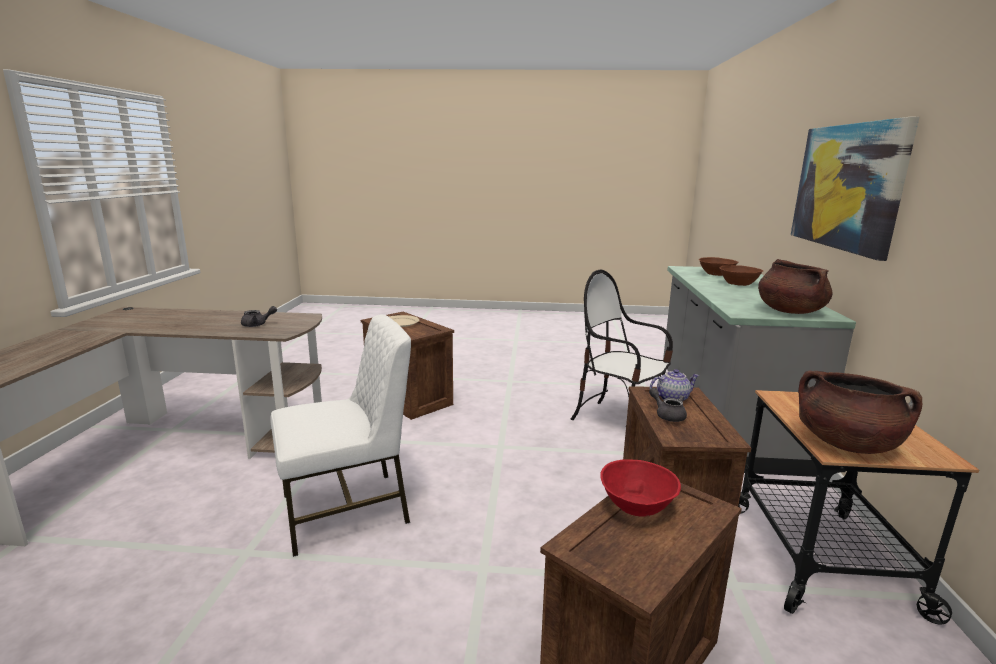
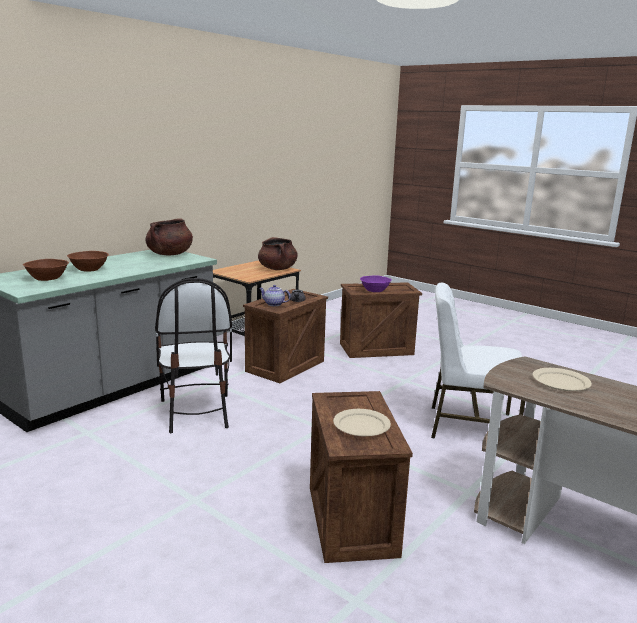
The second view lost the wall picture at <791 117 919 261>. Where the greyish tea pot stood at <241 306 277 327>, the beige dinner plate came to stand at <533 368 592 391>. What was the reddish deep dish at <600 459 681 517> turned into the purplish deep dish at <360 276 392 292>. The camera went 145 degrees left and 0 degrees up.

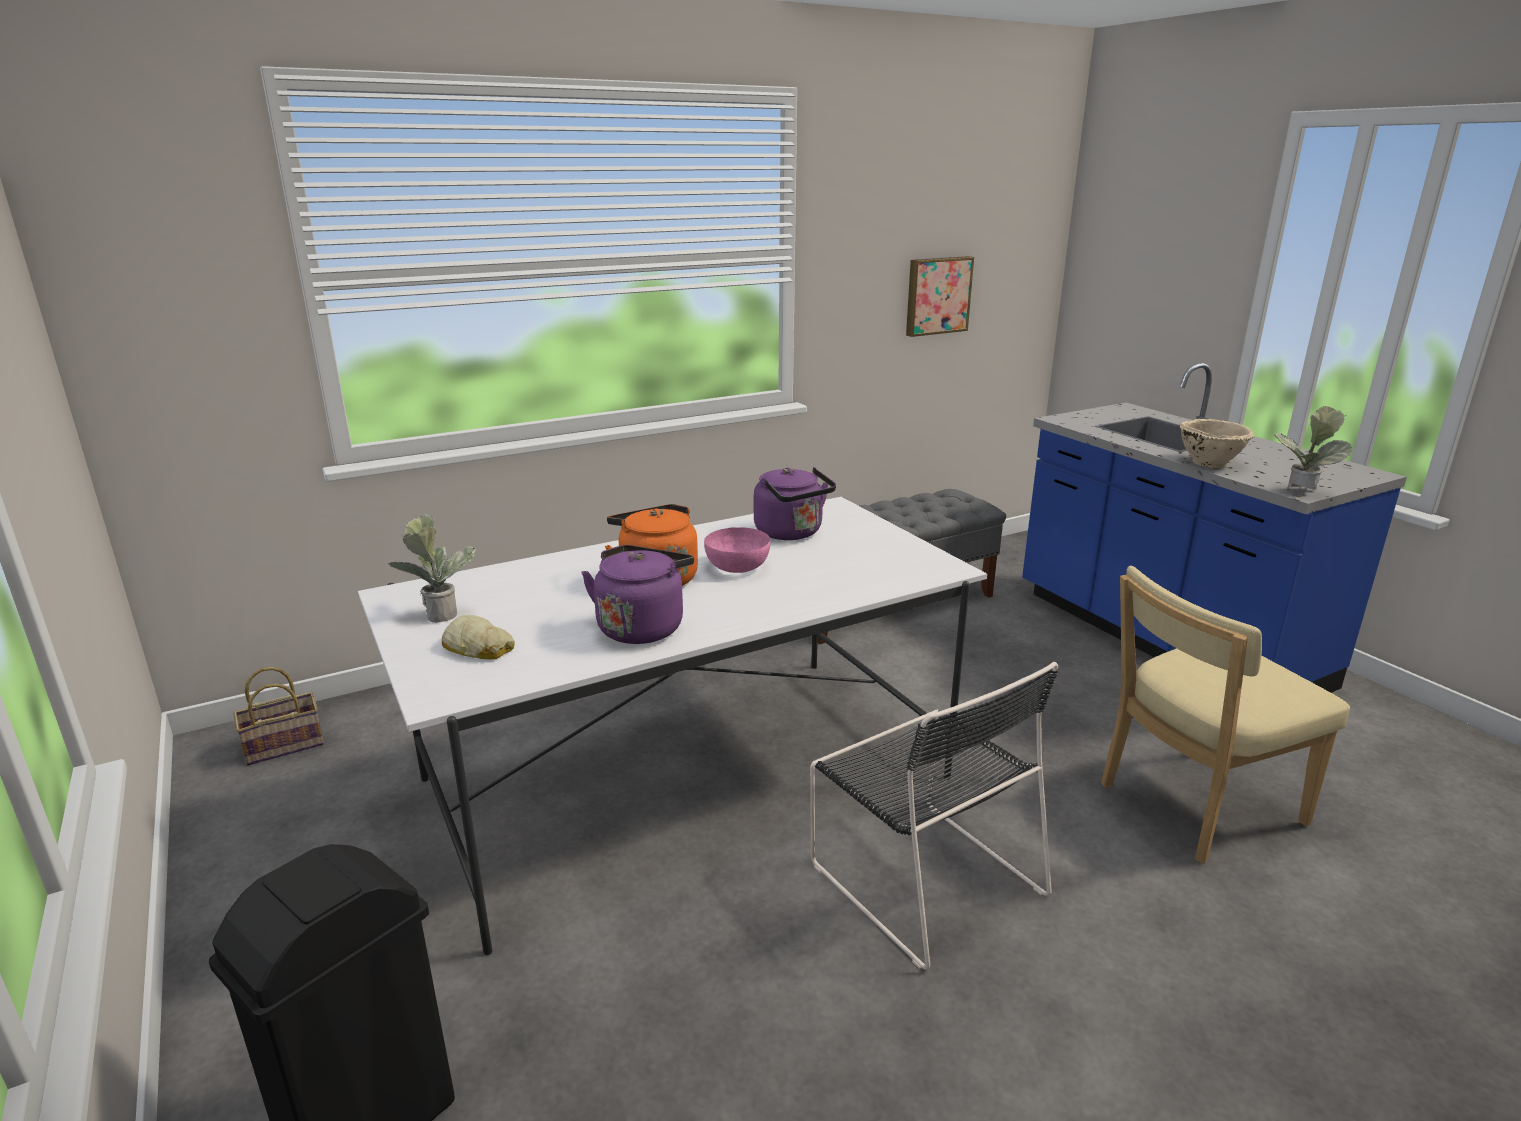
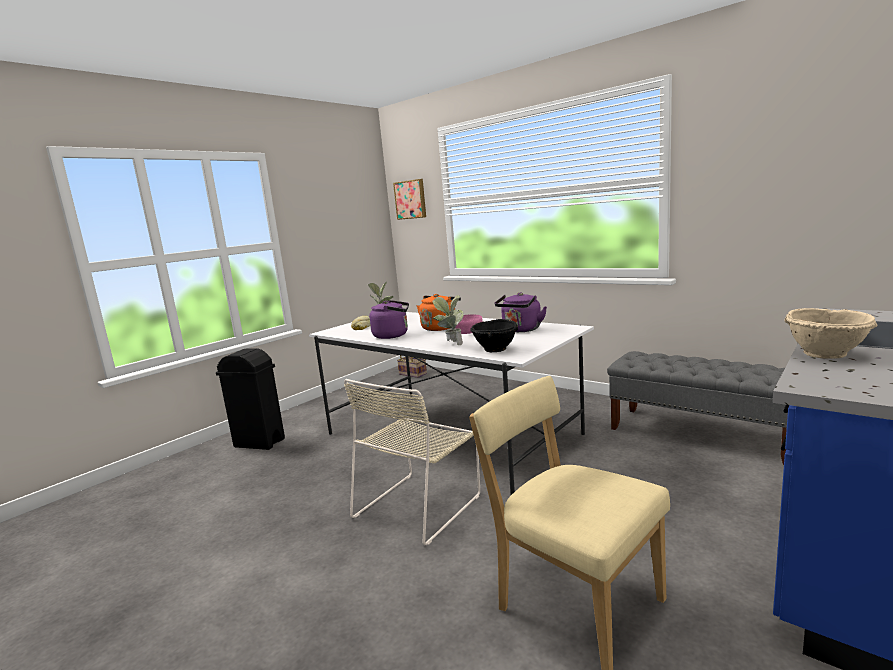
The wall picture ended up elsewhere, having gone from <906 256 974 337> to <393 179 426 220>. The houseplant ended up elsewhere, having gone from <1274 406 1352 490> to <432 295 464 345>. What was the blackish upright chair at <810 662 1058 970> turned into the beige upright chair at <344 379 480 545>. The second view gained the blackish deep dish at <470 319 518 352>. The camera went 70 degrees right and 10 degrees down.

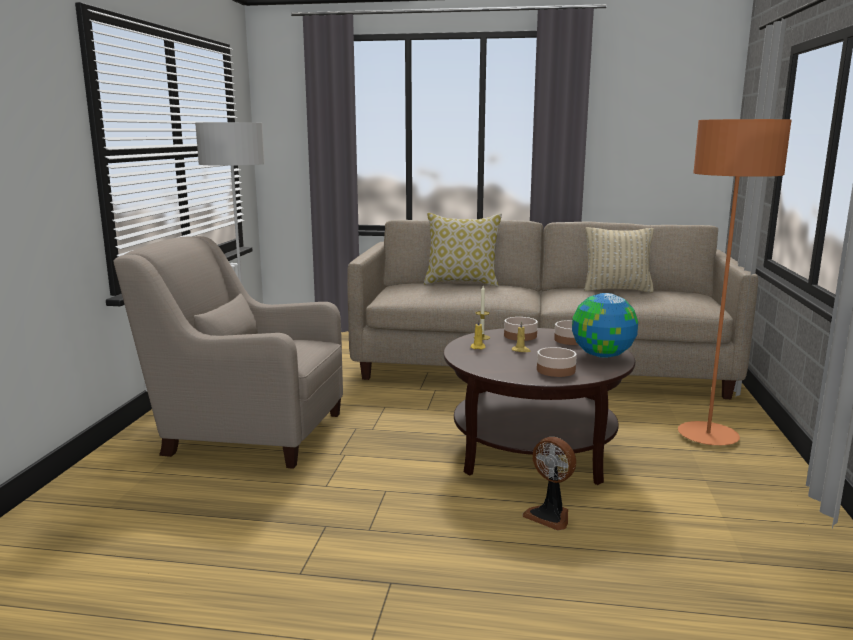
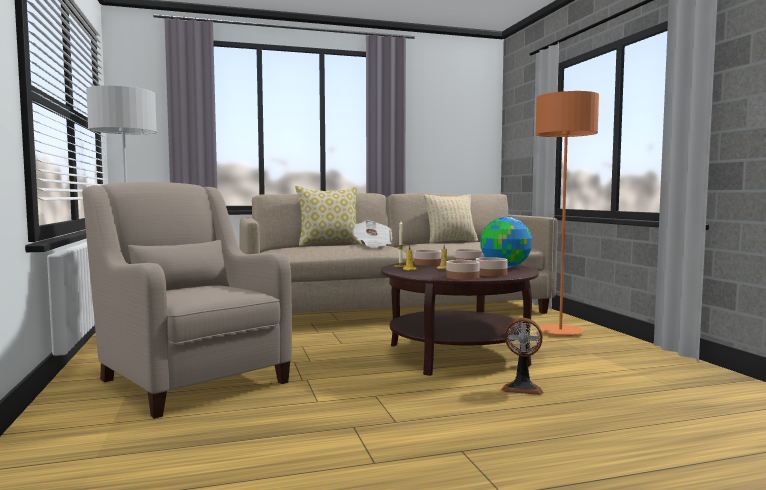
The beige armchair at <113 236 343 469> ended up facing another way, 60 degrees clockwise from before. The second view gained the printed paper at <353 221 392 248>. The second view gained the deep dish at <446 260 480 280>. The camera went 25 degrees left and 10 degrees down.

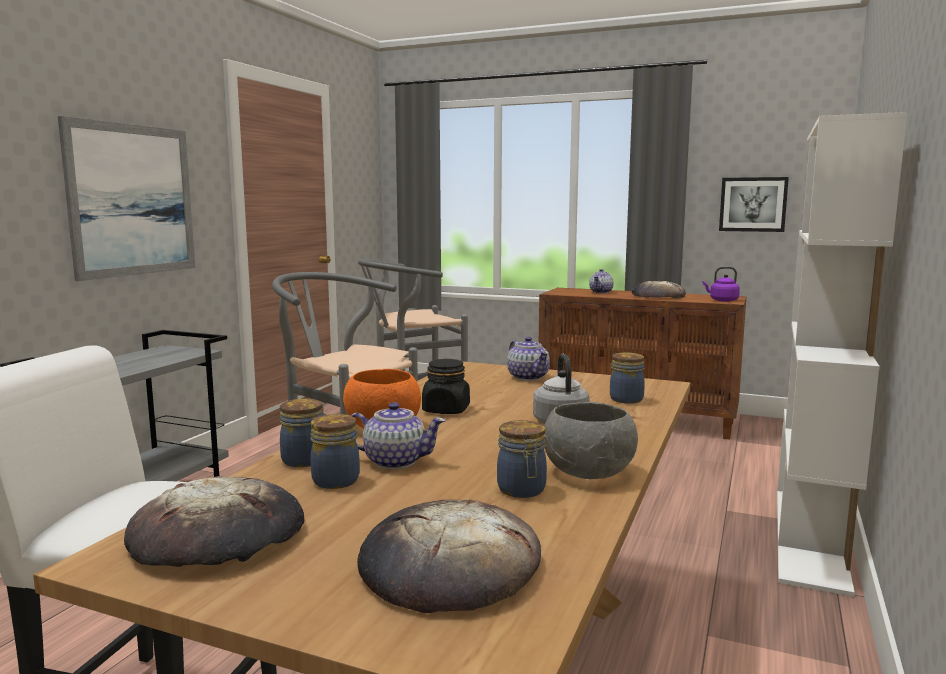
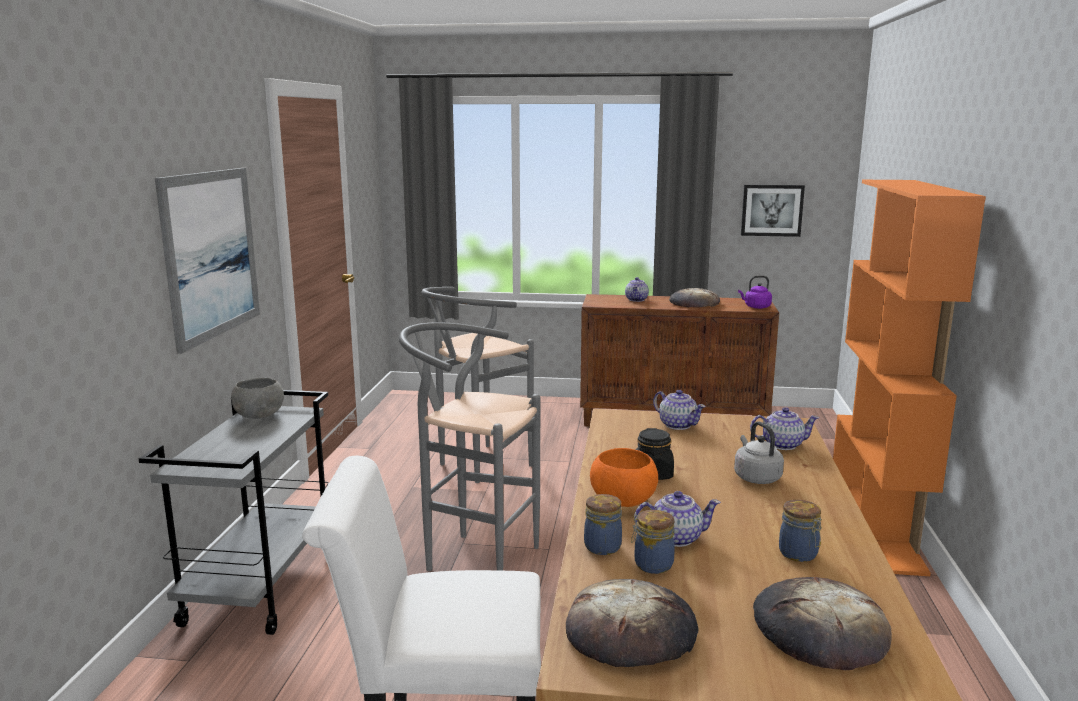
What was the white-coloured shelving unit at <777 112 907 597> turned into the orange-coloured shelving unit at <833 180 986 576>. Where the storage jar stood at <610 352 645 404>, the tea pot came to stand at <750 407 819 450>. The greyish deep dish ended up elsewhere, having gone from <544 402 638 479> to <231 377 284 419>. The camera went 15 degrees left and 5 degrees up.

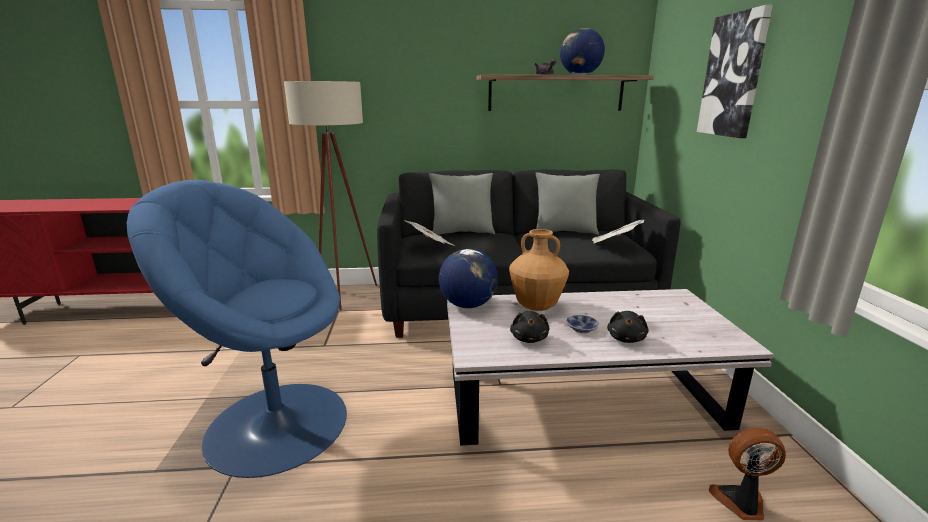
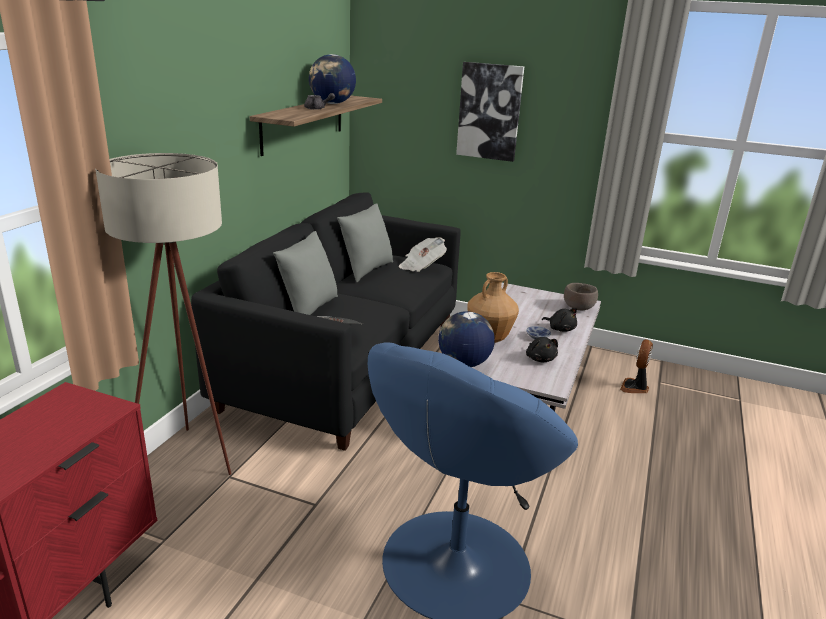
The blackish cuddly toy at <510 311 549 343> ended up facing another way, 45 degrees clockwise from before. The second view gained the brownish deep dish at <564 283 598 310>. The camera went 65 degrees left and 5 degrees up.

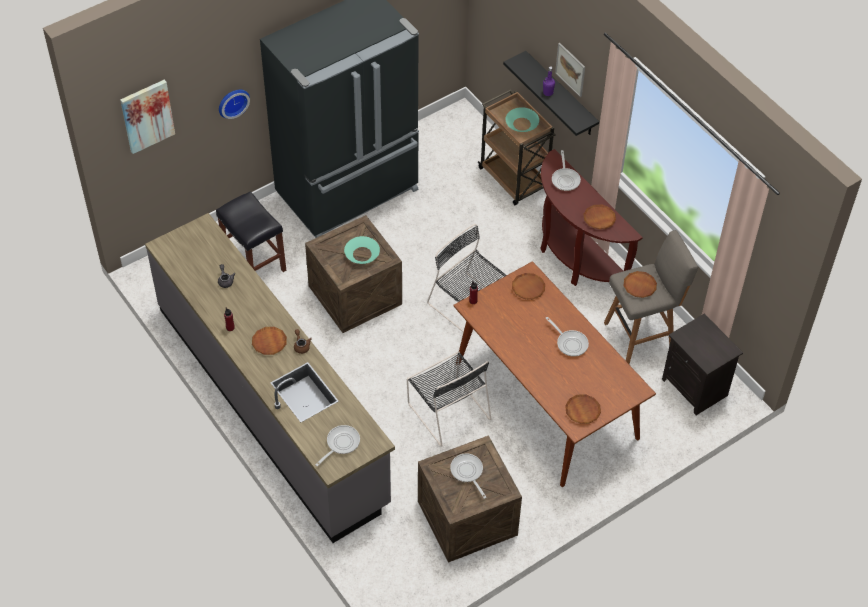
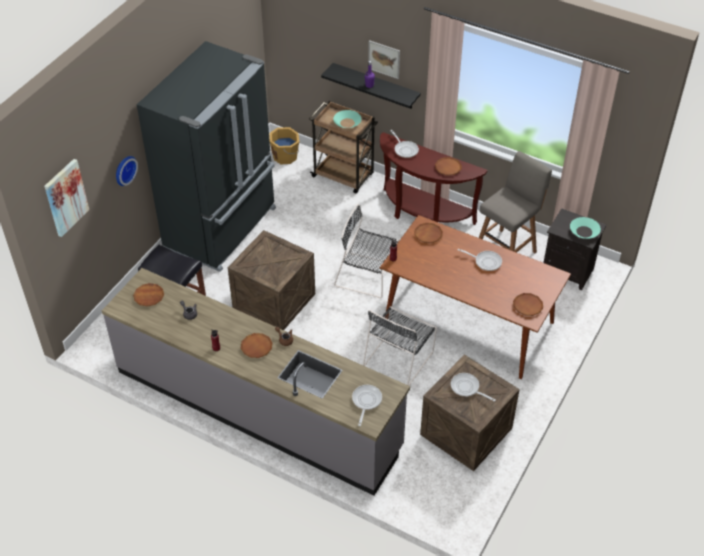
The blue-green deep dish ended up elsewhere, having gone from <344 236 380 264> to <570 217 601 239>. The brownish dinner plate ended up elsewhere, having gone from <623 271 657 298> to <133 283 164 307>. The blackish upright chair at <407 351 491 447> ended up facing another way, 90 degrees clockwise from before. The second view gained the orange-coloured water bucket at <269 127 299 165>. The camera went 25 degrees left and 5 degrees down.

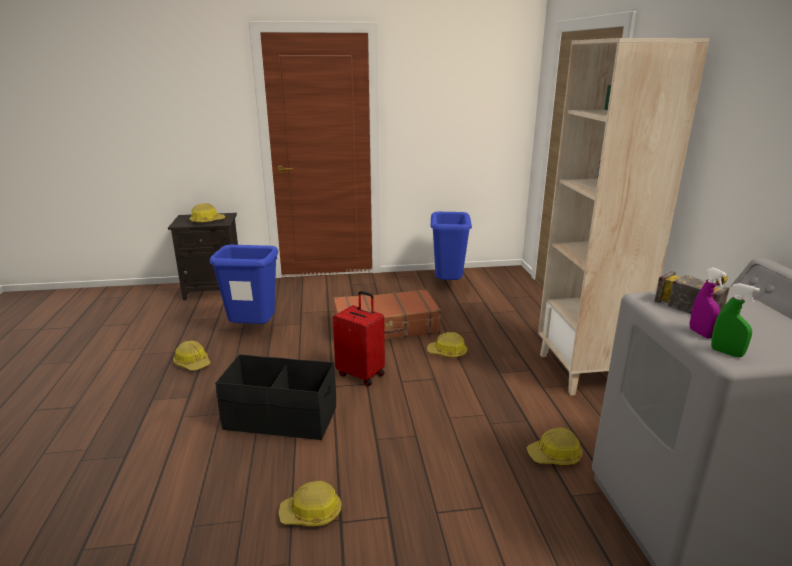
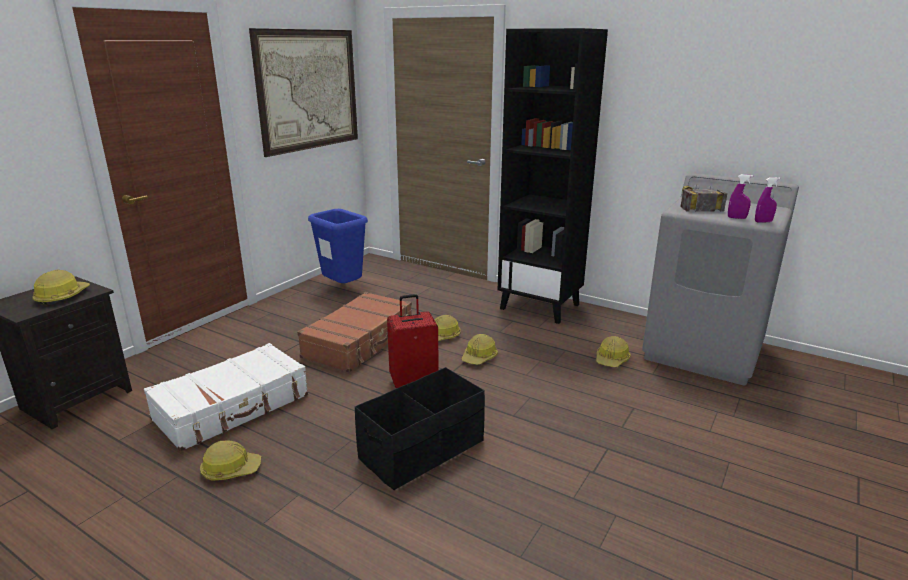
What was the beige shelving unit at <538 38 710 395> turned into the blackish shelving unit at <498 28 608 324>. Where the blue-coloured rubbish bin stood at <210 245 278 324>, the white-coloured suitcase came to stand at <144 343 308 452>. What was the greenish hand sprayer at <711 283 760 357> turned into the purplish hand sprayer at <755 177 780 222>. The work helmet ended up elsewhere, having gone from <279 481 342 526> to <462 334 498 365>. The second view gained the wall picture at <249 28 358 157>. The camera went 50 degrees left and 0 degrees up.

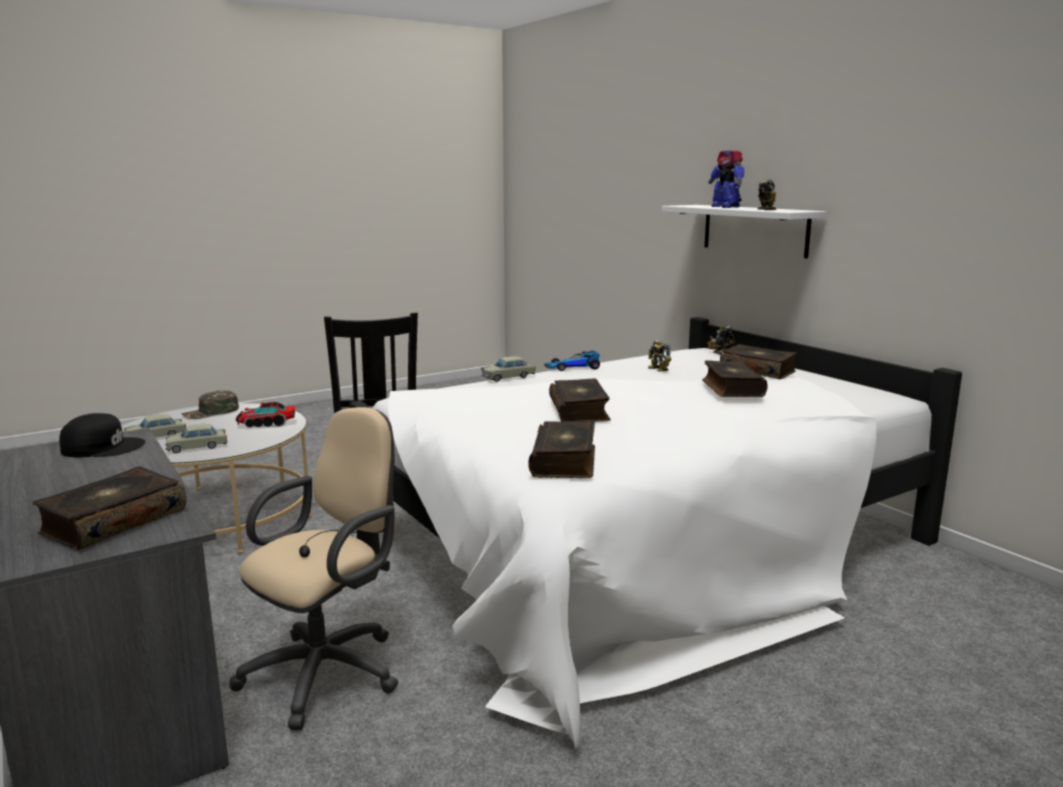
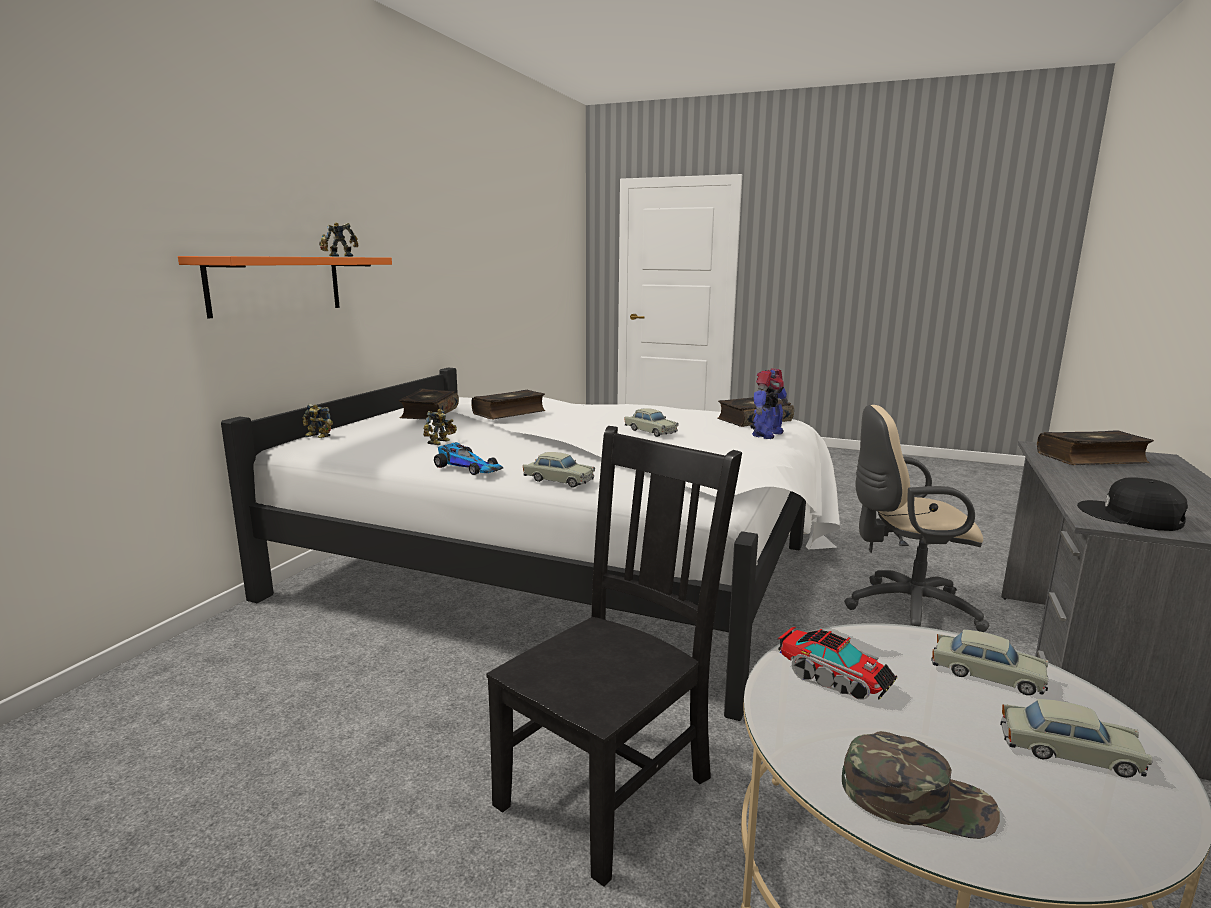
The robot figure ended up elsewhere, having gone from <709 150 744 208> to <750 368 788 439>. What was the white-coloured bracket shelf at <662 205 827 258> turned into the orange-coloured bracket shelf at <178 256 392 319>. Where the volume stood at <549 378 611 422>, the beige miniature car came to stand at <624 408 679 437>. The camera went 125 degrees left and 0 degrees up.

